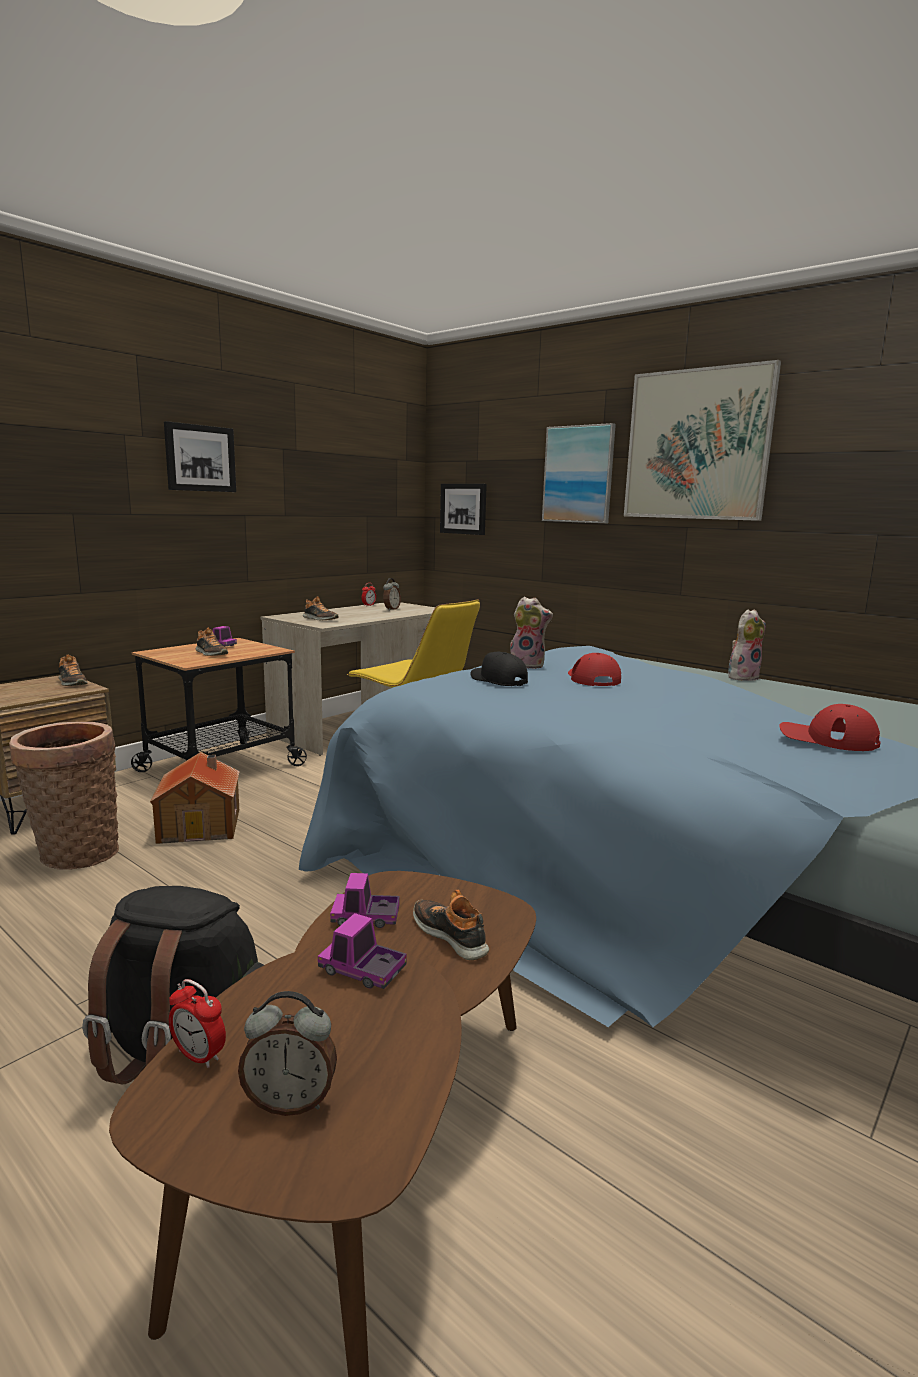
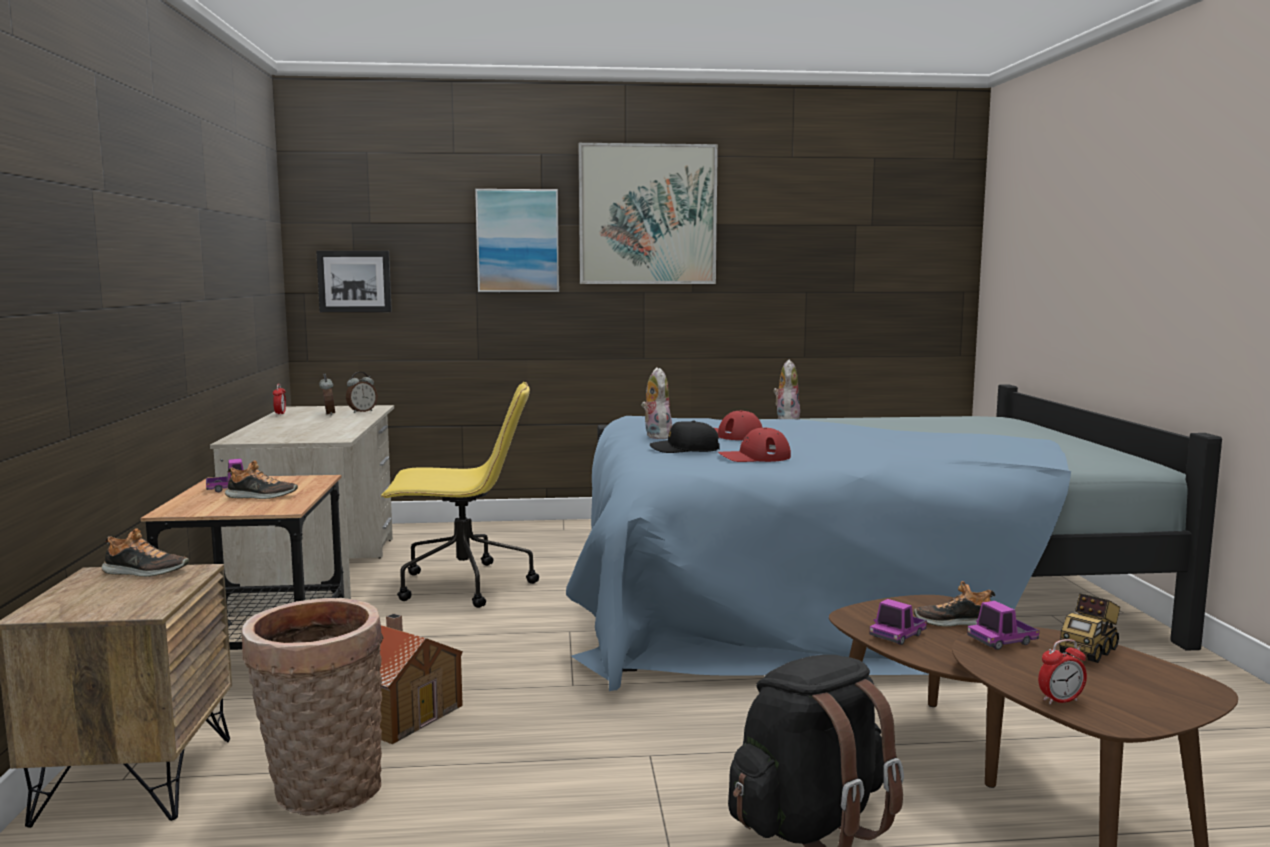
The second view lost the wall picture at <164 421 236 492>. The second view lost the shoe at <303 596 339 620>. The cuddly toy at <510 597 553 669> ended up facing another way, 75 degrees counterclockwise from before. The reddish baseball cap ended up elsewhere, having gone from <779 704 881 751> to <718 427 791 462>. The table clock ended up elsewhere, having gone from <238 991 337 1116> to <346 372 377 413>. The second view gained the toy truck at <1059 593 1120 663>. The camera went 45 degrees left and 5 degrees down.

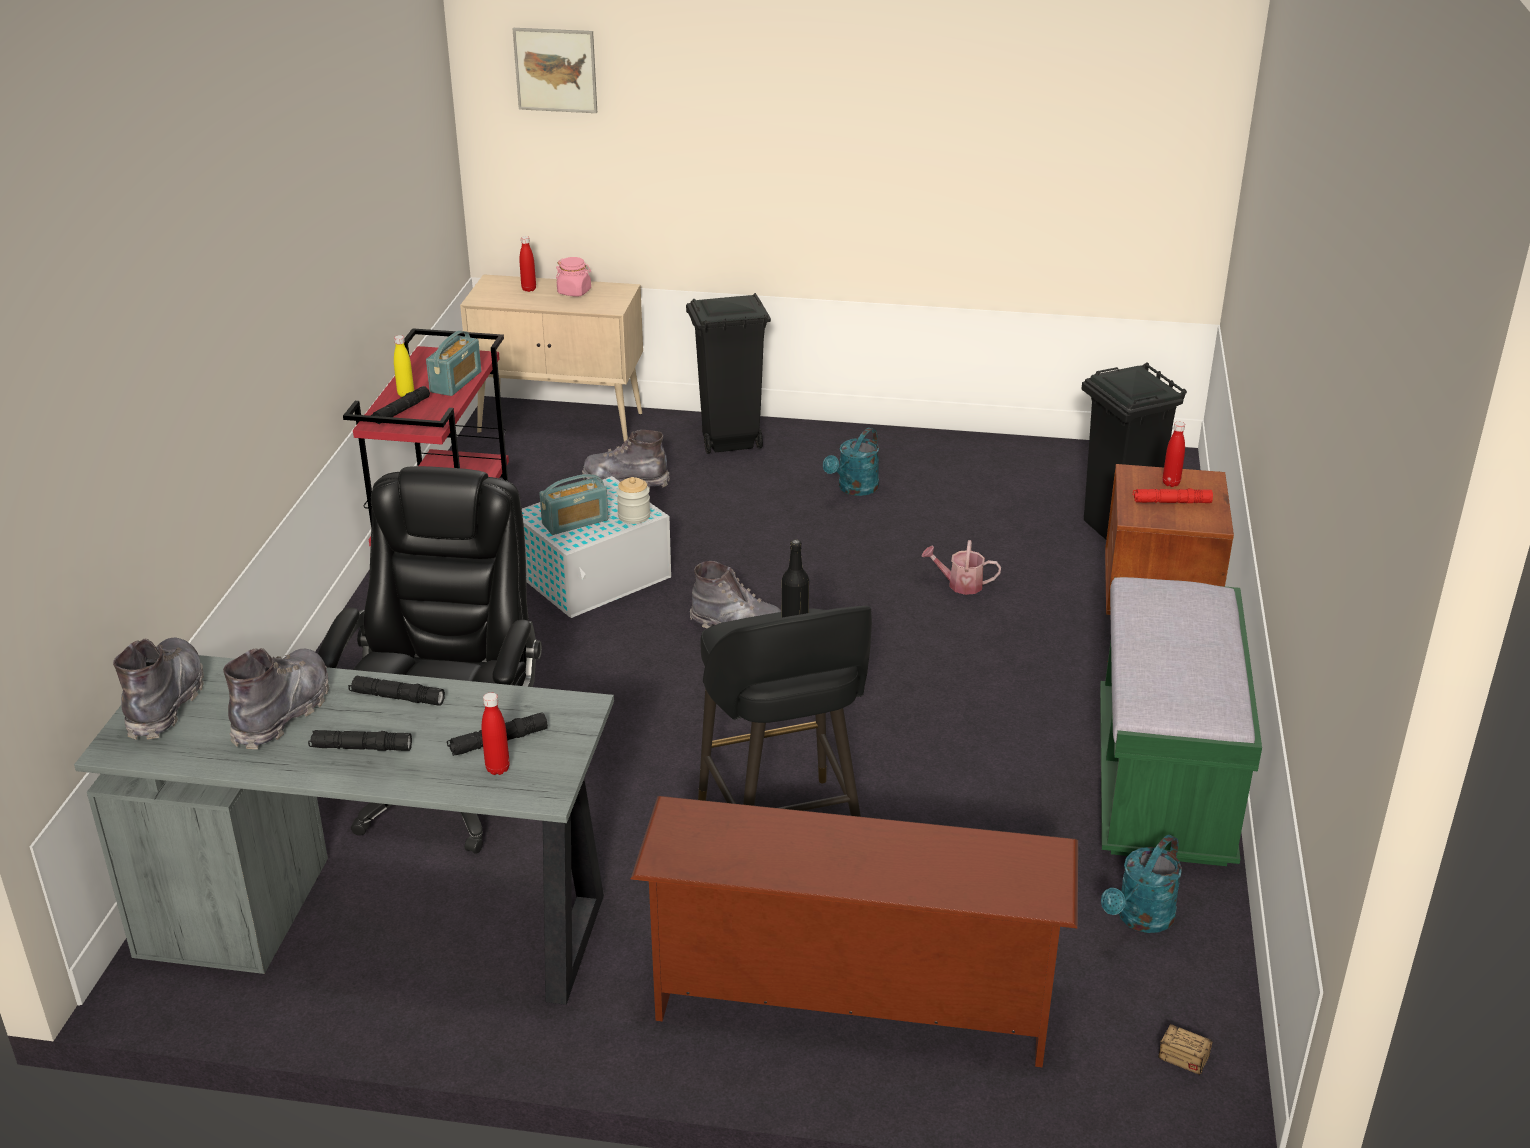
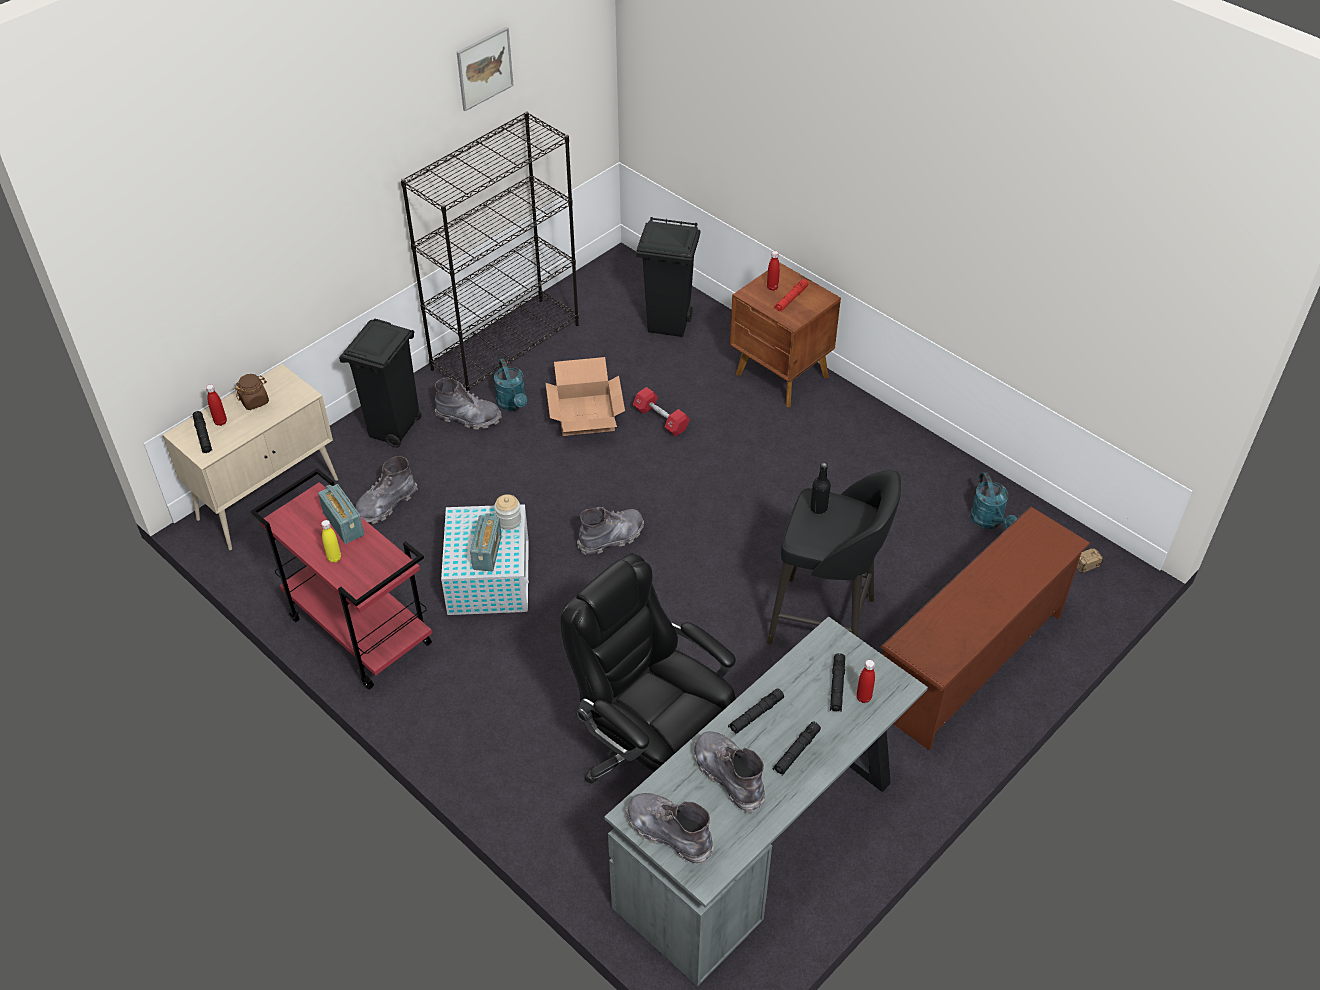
The wall picture ended up elsewhere, having gone from <513 28 597 113> to <457 27 514 111>. What was the pink storage jar at <556 257 591 297> turned into the brownish storage jar at <235 374 269 410>. The blackish torch ended up elsewhere, having gone from <371 386 430 424> to <193 411 212 453>. Where the watering pot stood at <922 540 1001 595>, the reddish hand weight came to stand at <633 387 690 436>. The second view lost the greenish bench at <1100 577 1262 866>. The second view gained the blackish shelving unit at <401 112 579 393>. The second view gained the packing box at <546 357 625 436>. The second view gained the greyish high-top boot at <435 377 502 430>. The camera went 55 degrees left and 15 degrees up.

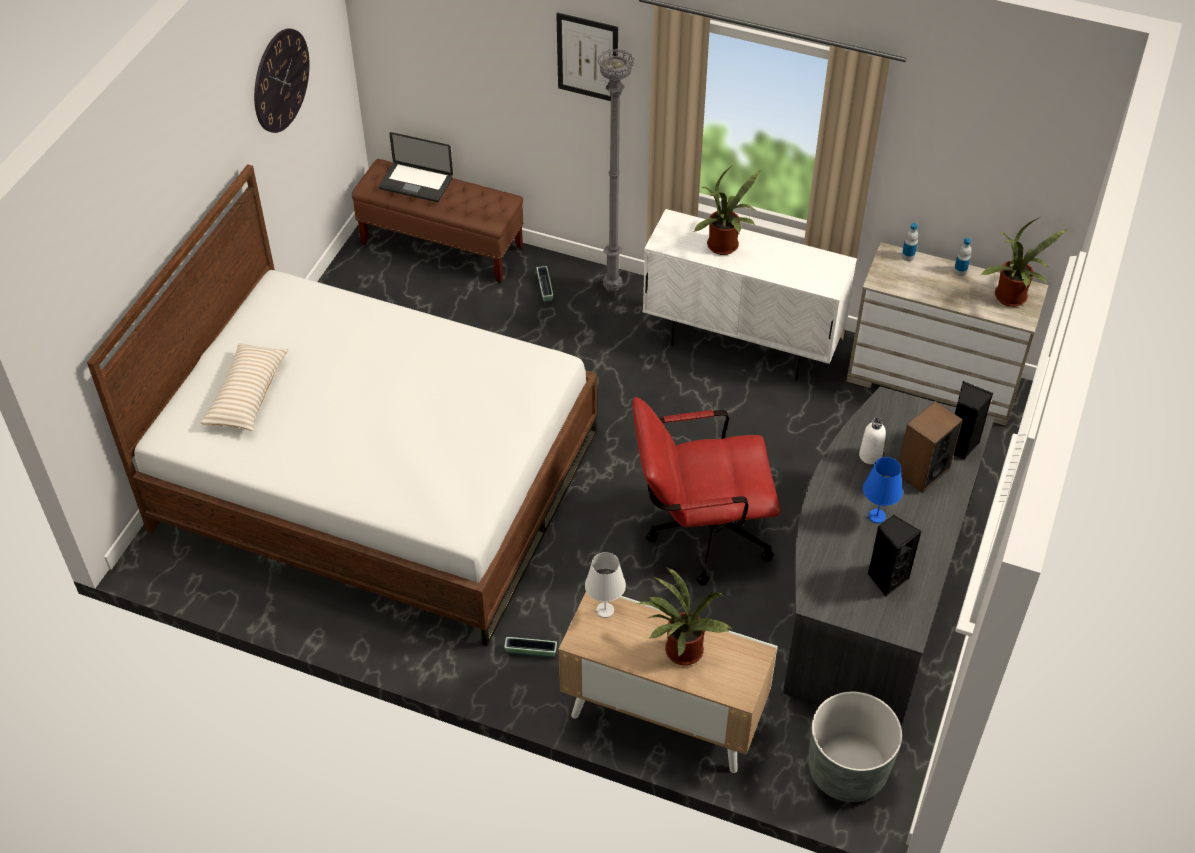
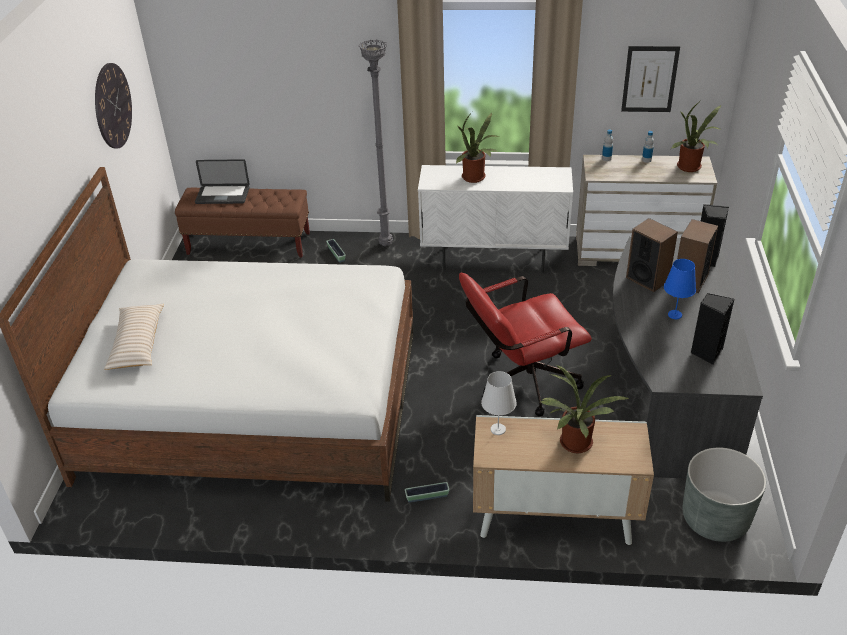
The wall picture ended up elsewhere, having gone from <556 12 618 101> to <621 46 680 112>. Where the white-coloured drink bottle stood at <859 418 886 464>, the audio speaker came to stand at <626 218 678 292>. The camera went 15 degrees left and 10 degrees down.

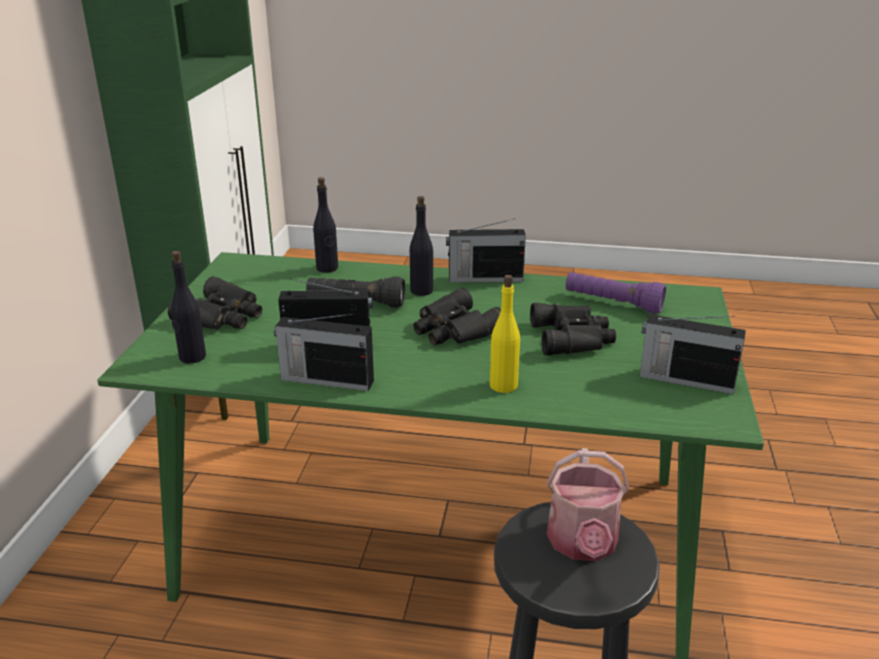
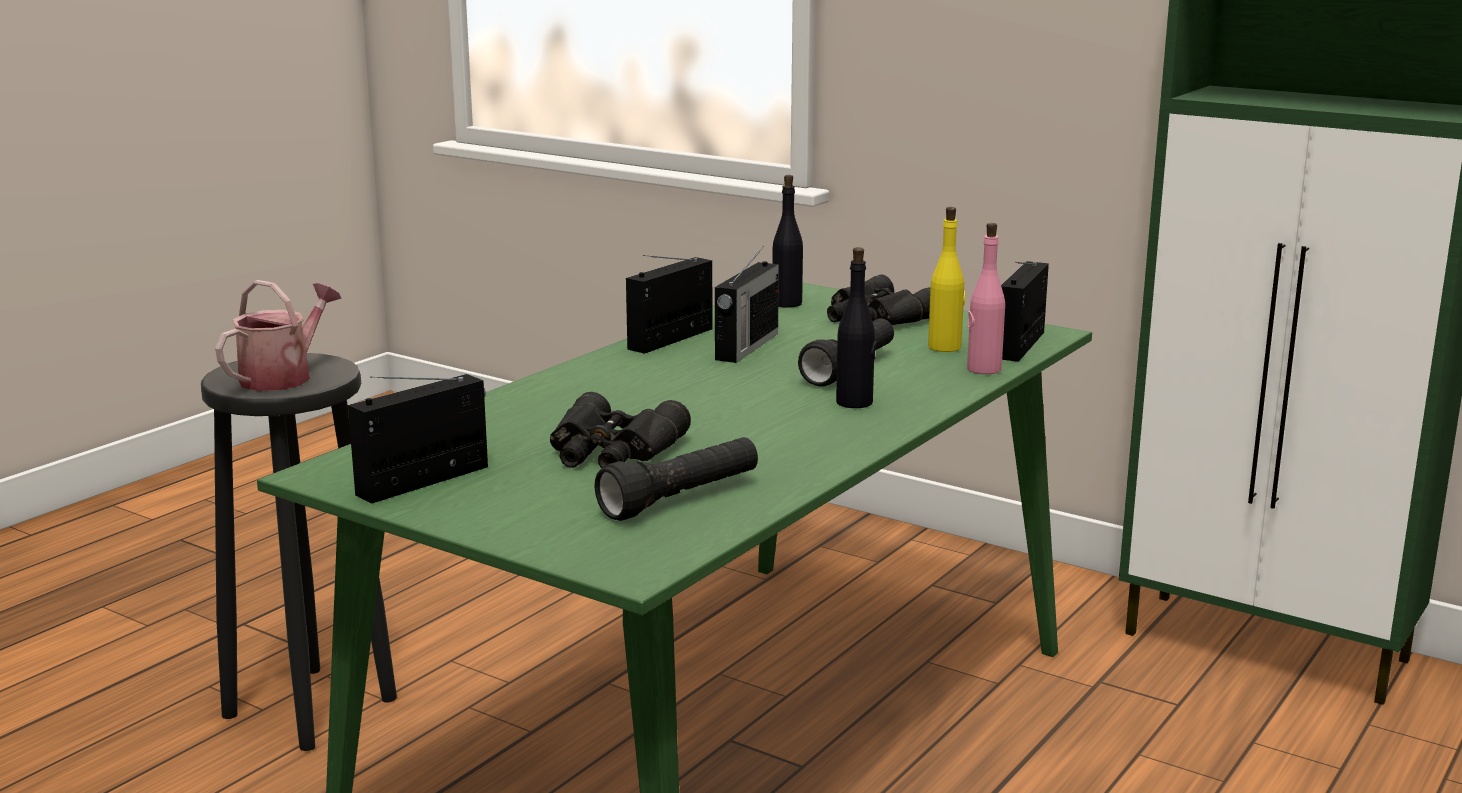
What was the blackish drink bottle at <313 177 338 273> turned into the pink drink bottle at <967 223 1005 374>. The radio receiver ended up elsewhere, having gone from <446 219 526 283> to <1001 261 1049 362>. What was the purplish torch at <566 272 666 314> turned into the blackish torch at <594 437 758 521>. The yellowish drink bottle ended up elsewhere, having gone from <490 275 520 393> to <928 207 965 352>. The second view lost the blackish pair of binoculars at <413 287 501 345>. The watering pot at <547 448 629 561> ended up facing another way, 90 degrees clockwise from before. The camera went 115 degrees right and 10 degrees down.

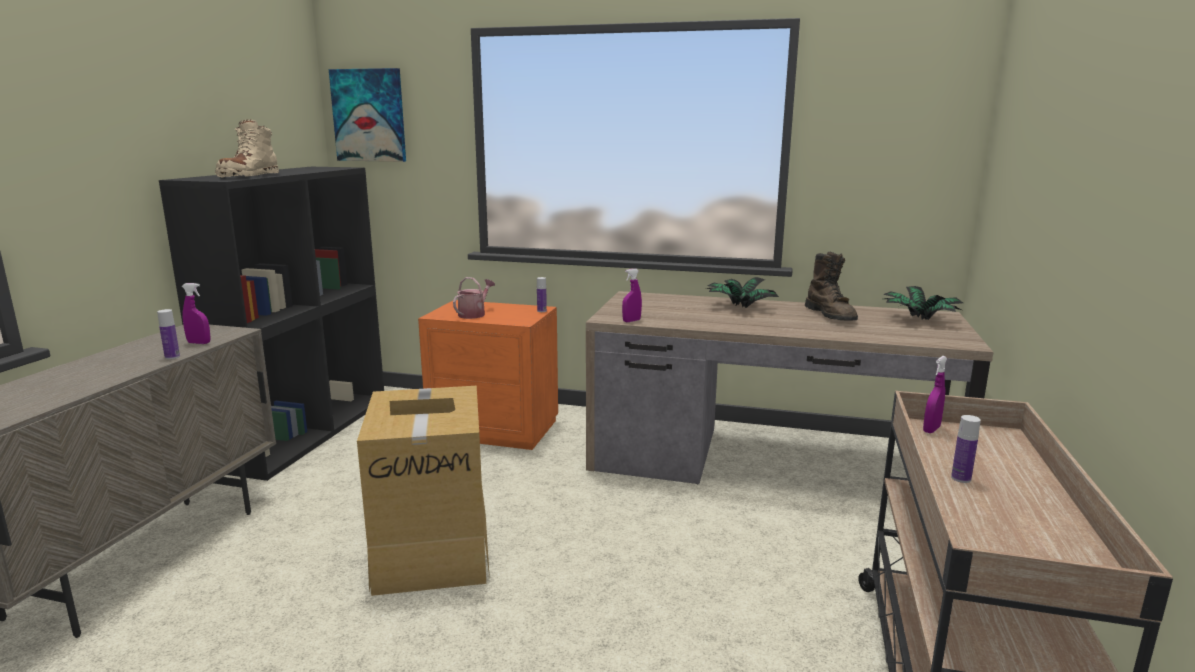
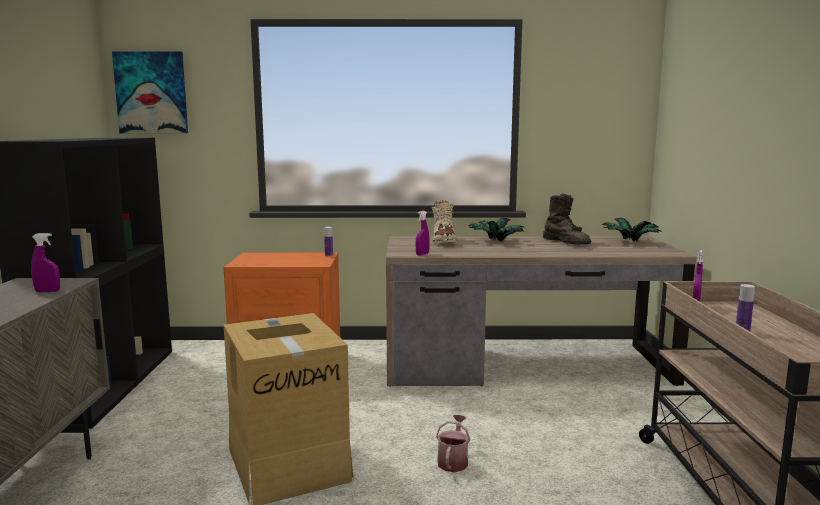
The beige high-top boot ended up elsewhere, having gone from <215 119 279 178> to <432 200 457 245>. The watering pot ended up elsewhere, having gone from <453 277 495 319> to <436 415 470 472>. The second view lost the drink bottle at <157 309 180 359>. The camera went 15 degrees left and 5 degrees down.

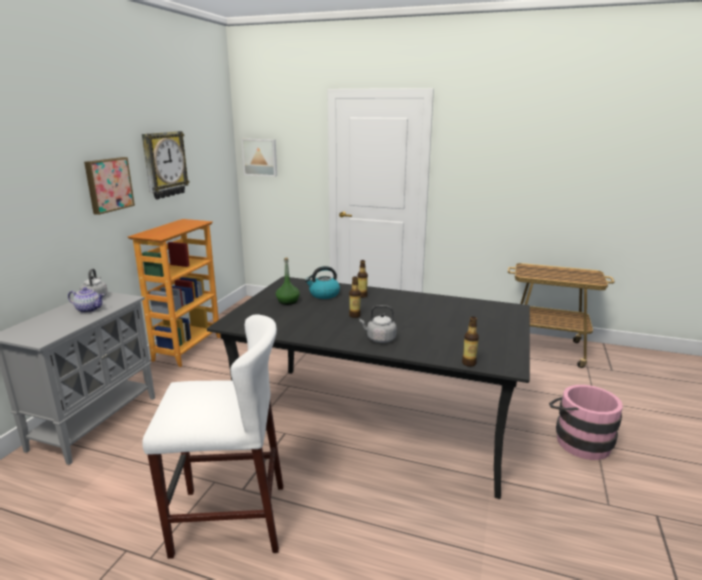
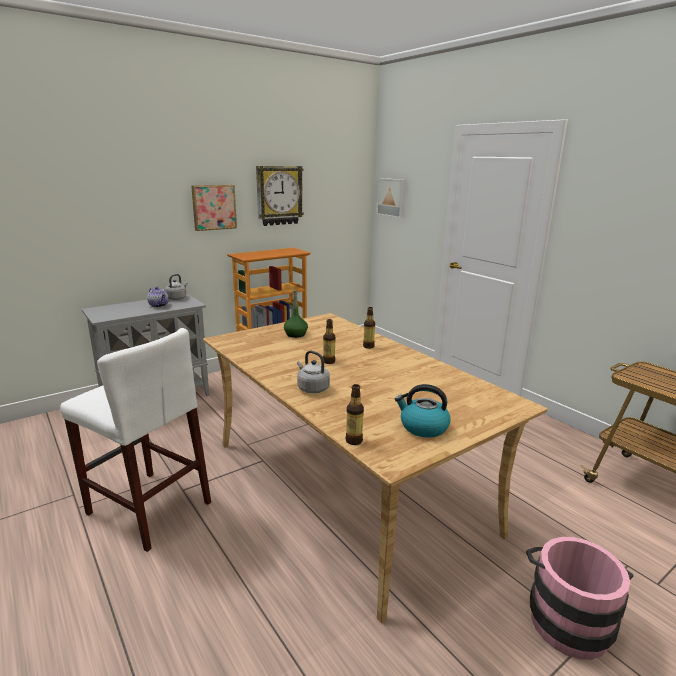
The tea kettle ended up elsewhere, having gone from <305 266 340 299> to <395 384 451 438>. What was the blackish dining table at <207 276 530 499> turned into the beige dining table at <203 313 547 623>. The camera went 35 degrees right and 0 degrees up.

